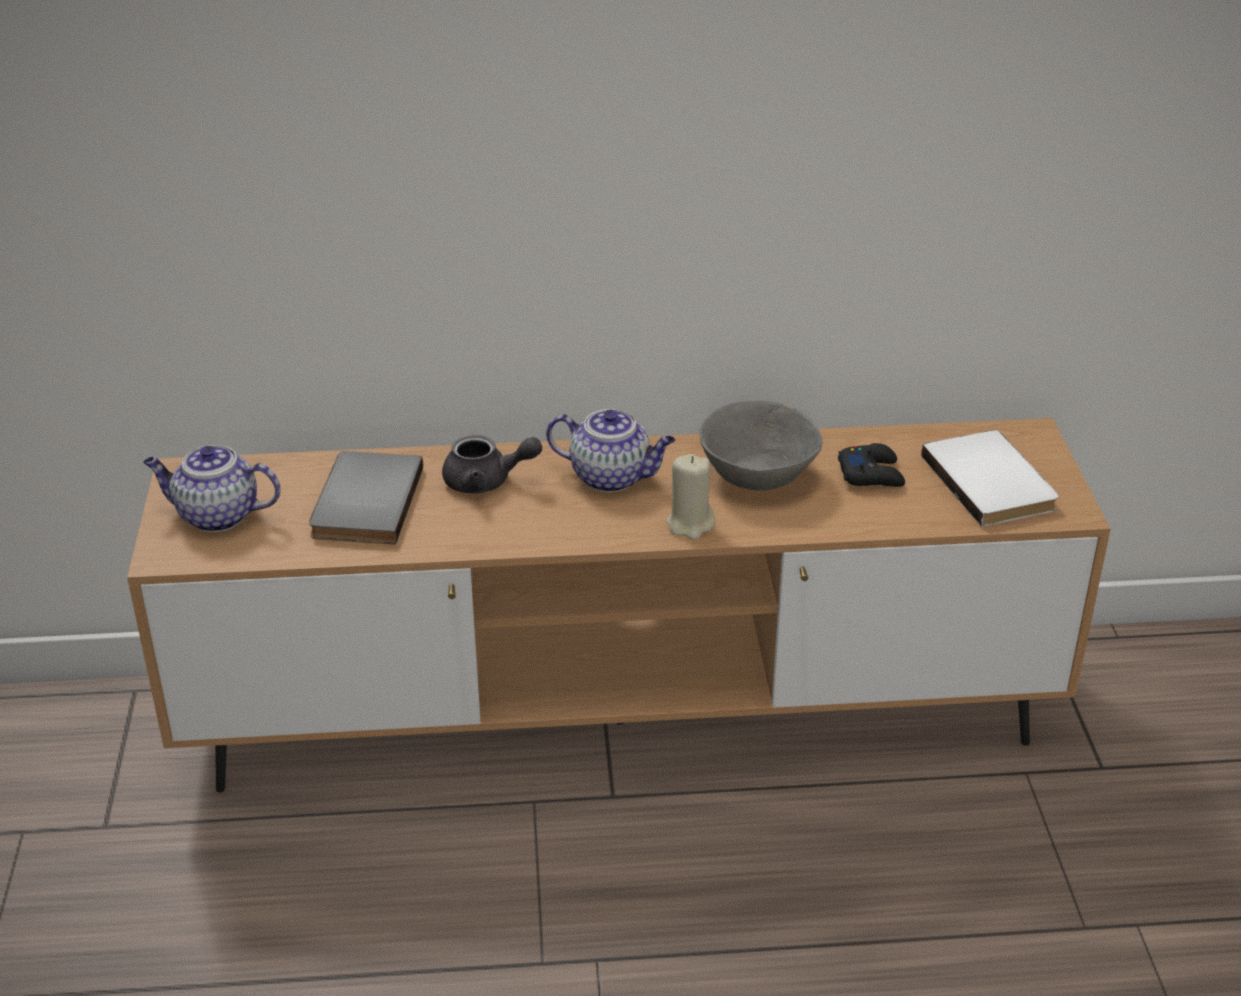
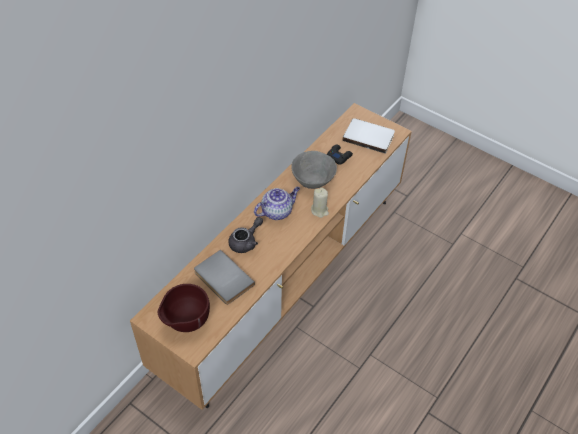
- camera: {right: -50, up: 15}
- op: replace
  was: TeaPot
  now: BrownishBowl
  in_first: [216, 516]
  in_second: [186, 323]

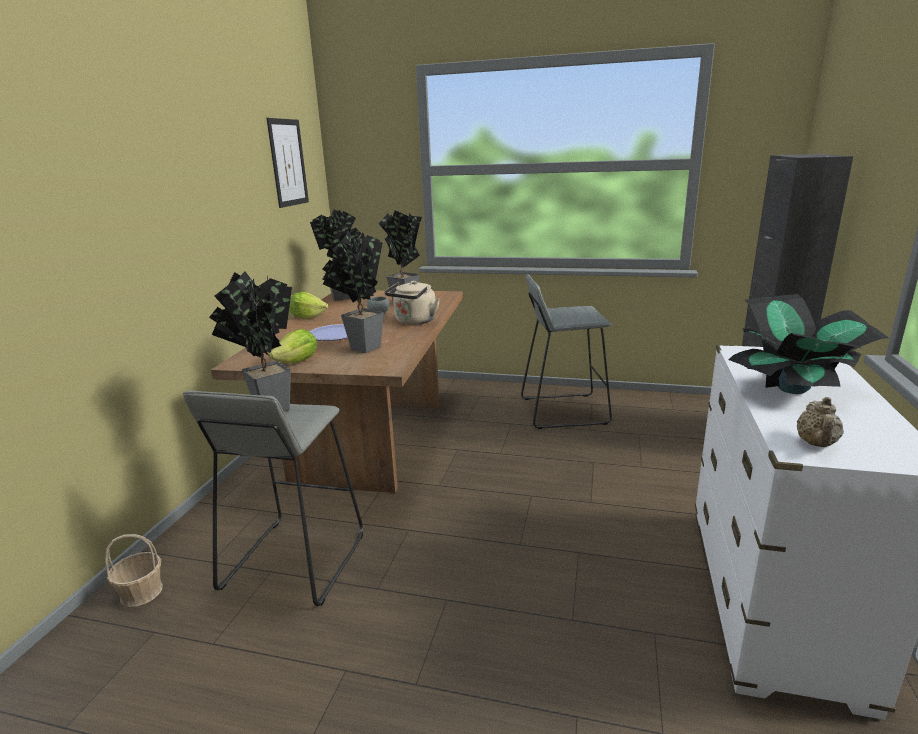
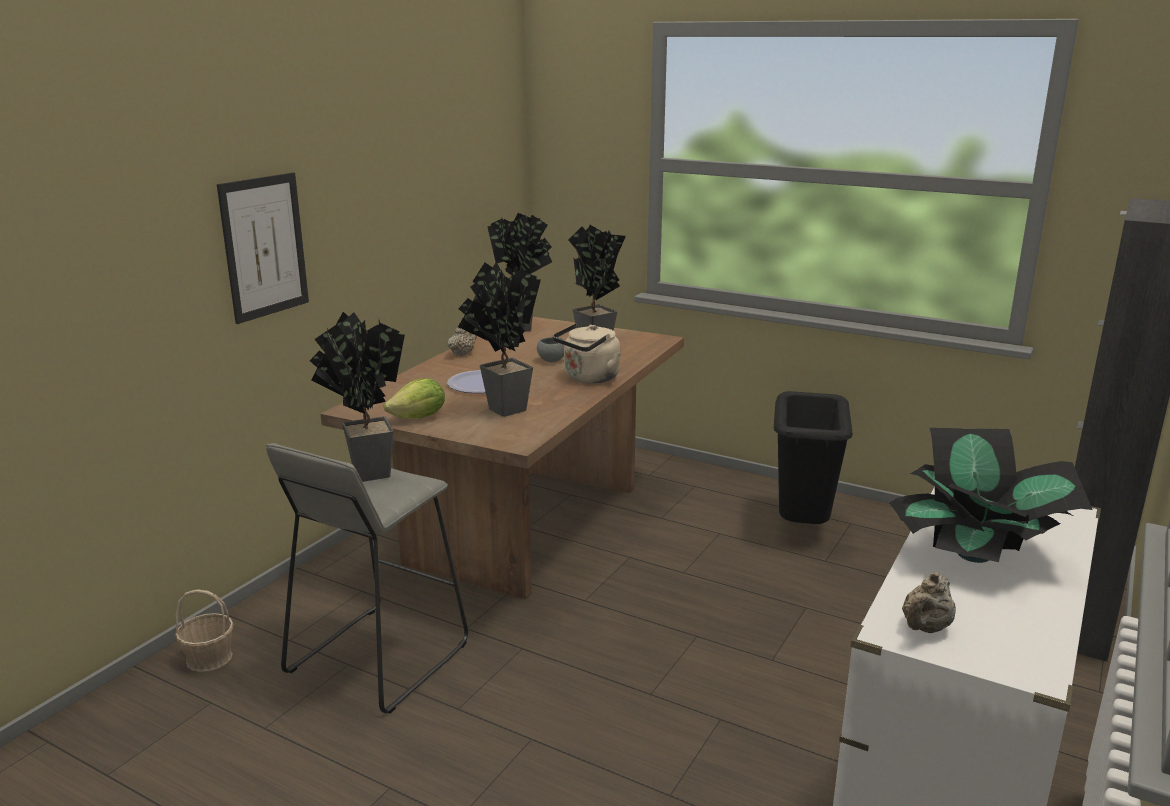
- camera: {right: 15, up: 0}
- op: move
  was: WallPicture
  in_first: [288, 163]
  in_second: [264, 246]
- op: replace
  was: GreySittingStool
  now: BlackTrashCan
  in_first: [562, 410]
  in_second: [802, 527]
- op: replace
  was: LettuceHead
  now: BeigeColouredTeaPot
  in_first: [308, 317]
  in_second: [462, 354]

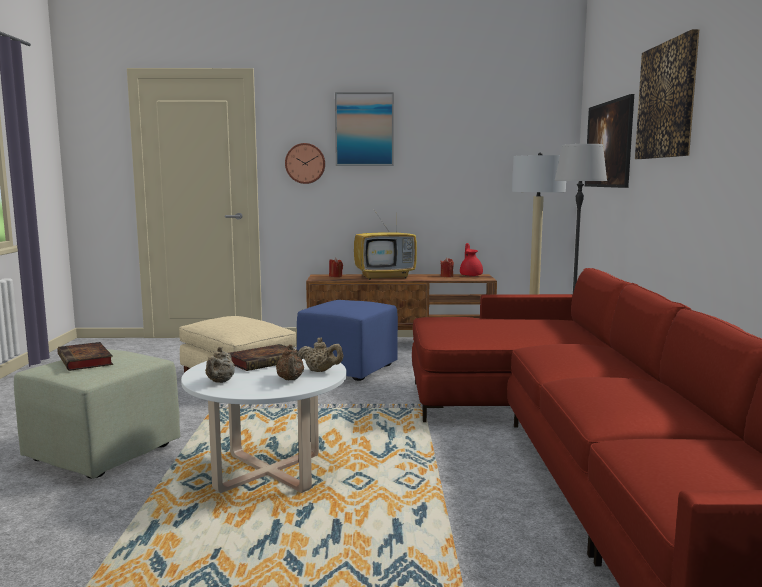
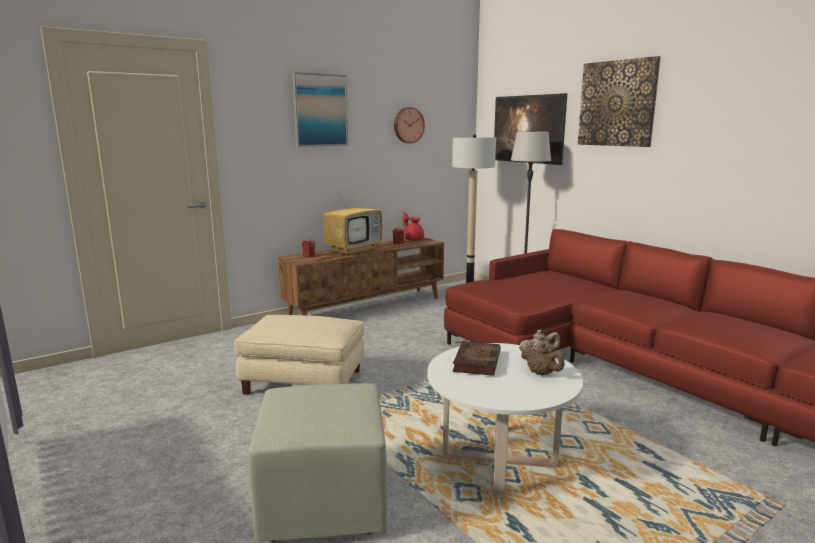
- camera: {right: -35, up: 5}
- op: move
  was: HangingClock
  in_first: [305, 163]
  in_second: [408, 125]
- op: delete
  was: BluishOttoman
  in_first: [348, 369]
- op: delete
  was: Book
  in_first: [86, 361]
- op: delete
  was: BeigeColouredTeaPot
  in_first: [220, 382]

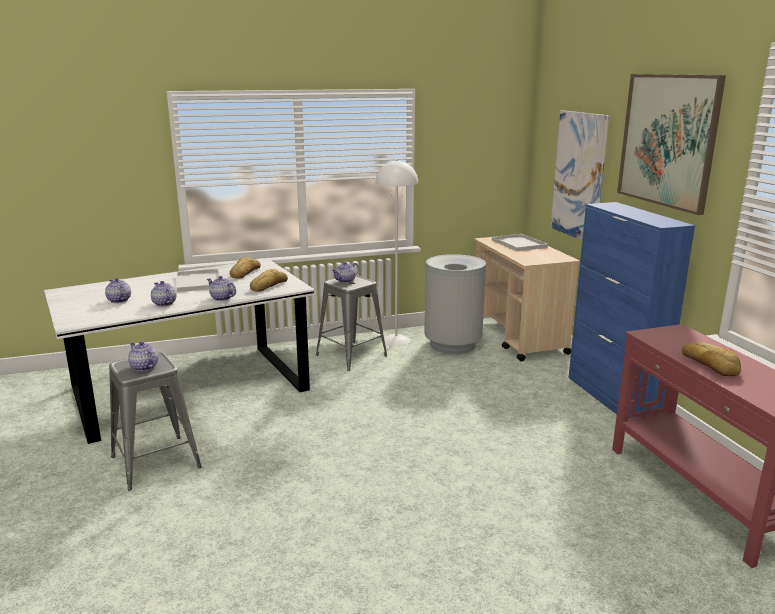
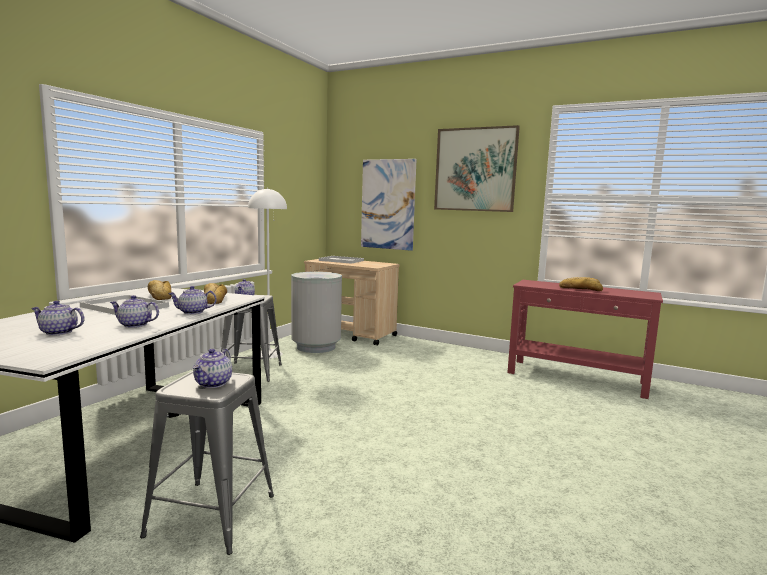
- camera: {right: -45, up: -10}
- op: delete
  was: BluishCabinet
  in_first: [613, 398]
- op: rotate
  was: TeaPot
  in_first: [144, 367]
  in_second: [213, 383]
  clockwise: -75

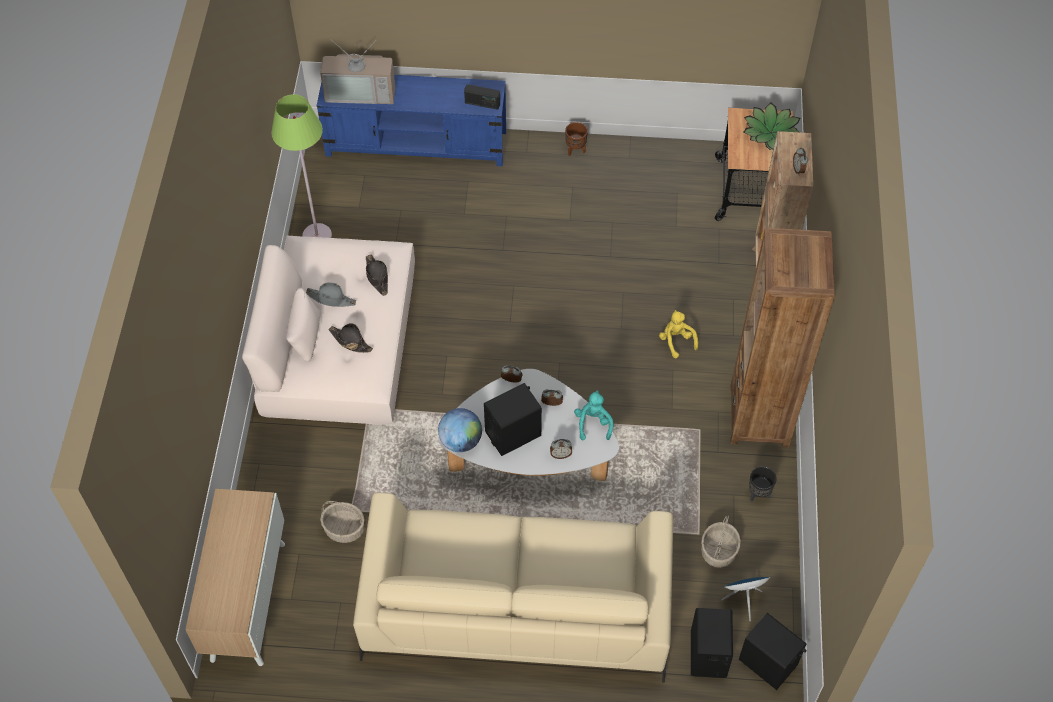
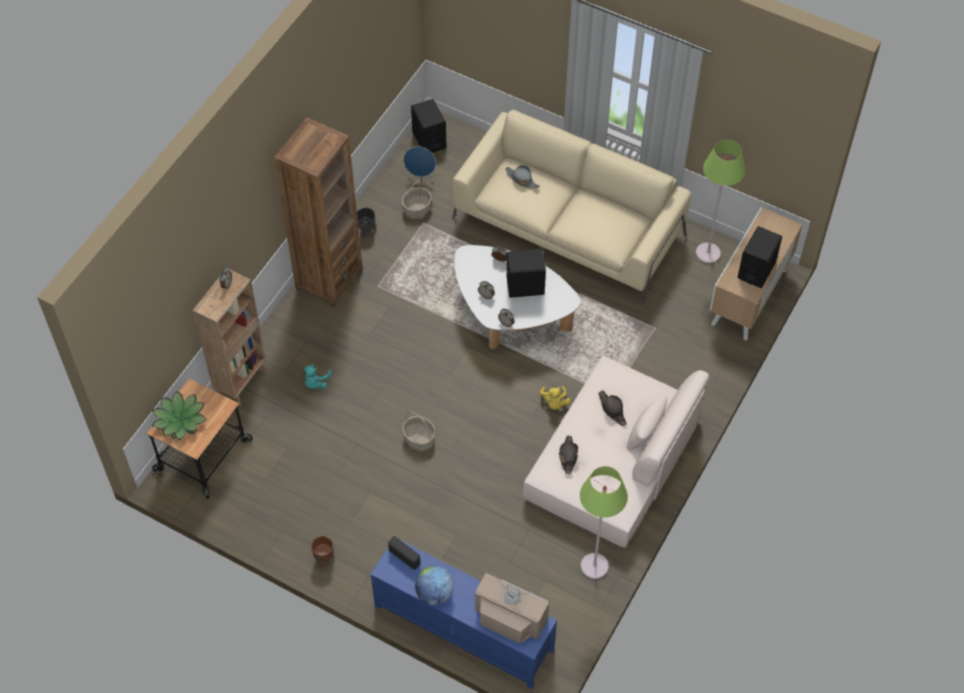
- camera: {right: -155, up: 0}
- op: move
  was: GreyClothingHat
  in_first: [331, 299]
  in_second: [521, 179]
- op: move
  was: YellowishCuddlyToy
  in_first: [676, 341]
  in_second: [554, 402]
- op: move
  was: BlueGreenCuddlyToy
  in_first: [593, 423]
  in_second: [316, 382]
- op: move
  was: DeskGlobe
  in_first: [460, 441]
  in_second: [434, 593]
- op: move
  was: HouseholdBasket
  in_first: [345, 528]
  in_second: [418, 438]
- op: move
  was: BlackAudioSpeaker
  in_first: [708, 655]
  in_second: [756, 270]
- op: insert
  now: GreenishStandardLamp
  in_second: [708, 253]

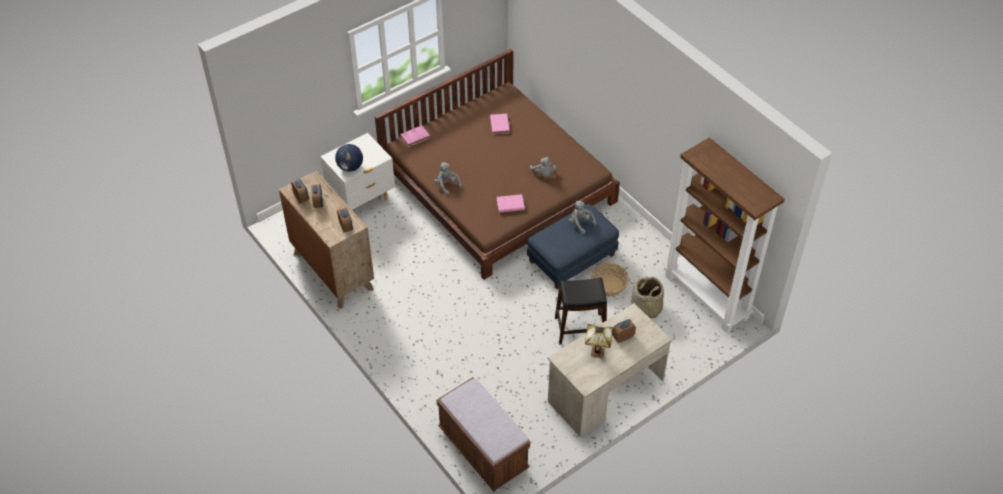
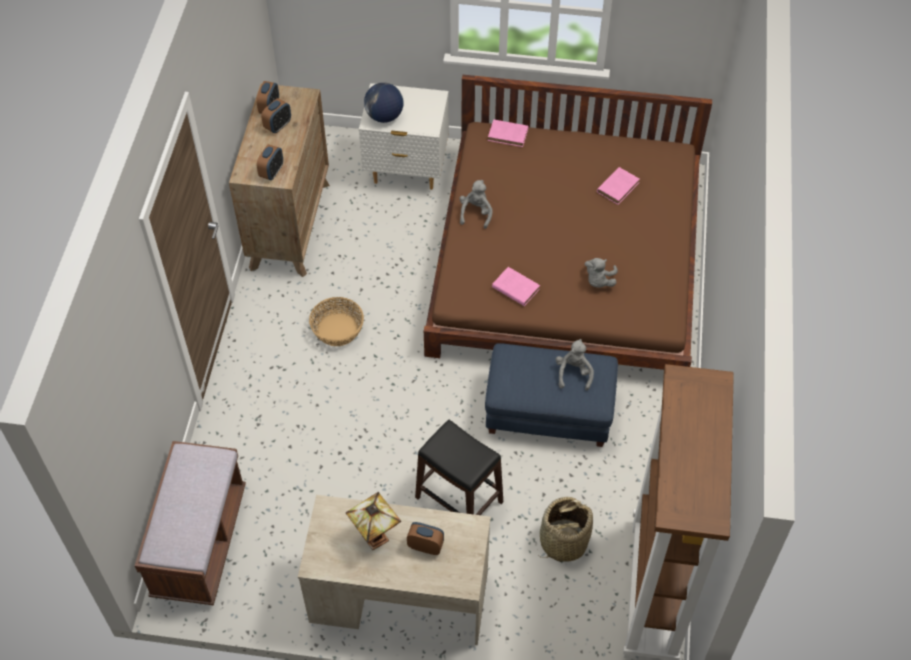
- camera: {right: 45, up: 5}
- op: move
  was: HouseholdBasket
  in_first: [609, 285]
  in_second: [338, 330]

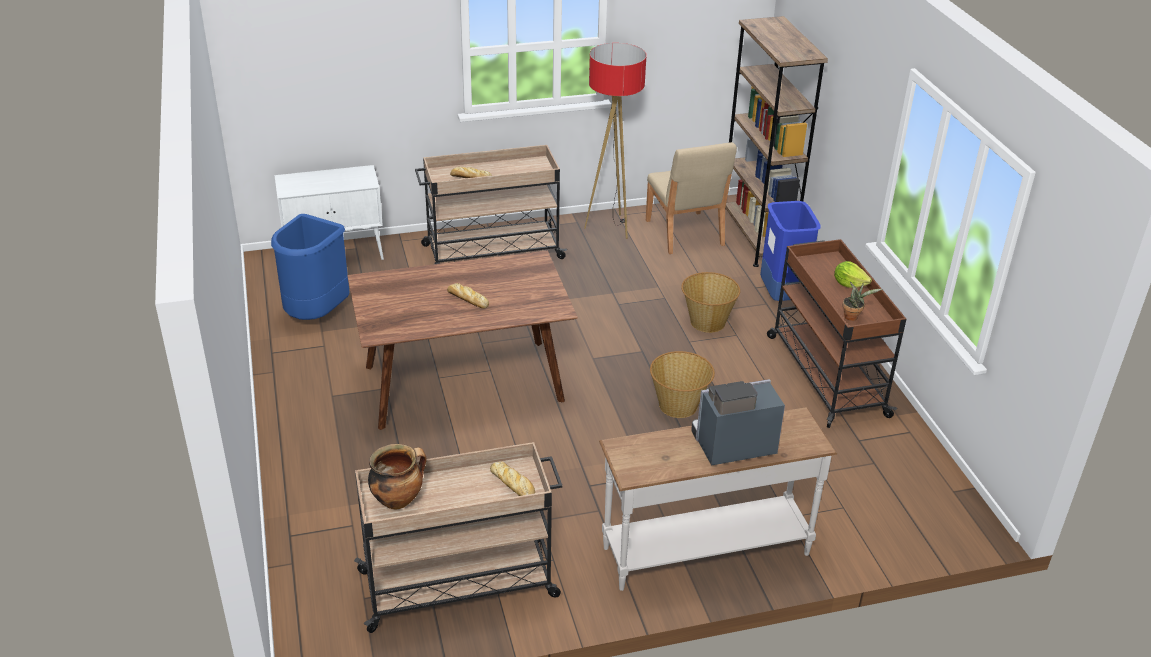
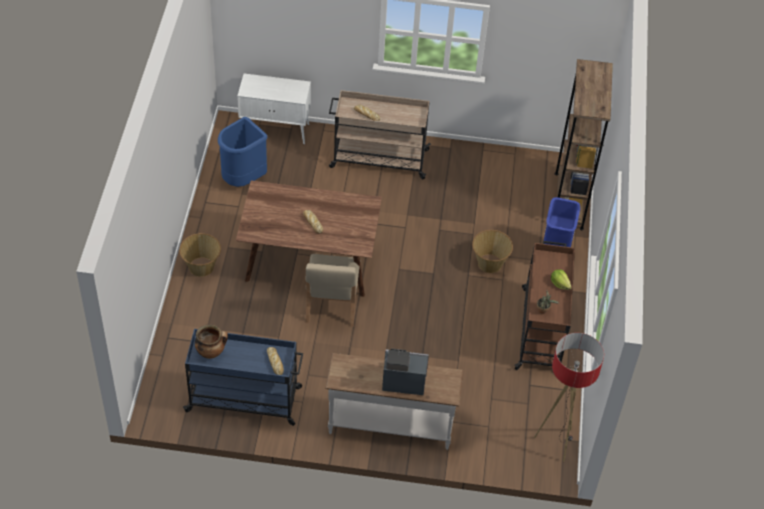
- camera: {right: 20, up: 15}
- op: move
  was: StandardLamp
  in_first: [610, 227]
  in_second: [556, 442]
- op: move
  was: BeigeColouredUprightChair
  in_first: [684, 233]
  in_second: [331, 304]
- op: move
  was: HouseholdBasket
  in_first: [679, 405]
  in_second: [201, 267]
- op: recolor
  was: BeigeColouredCart
  now: BluishCart
  in_first: [460, 584]
  in_second: [245, 399]

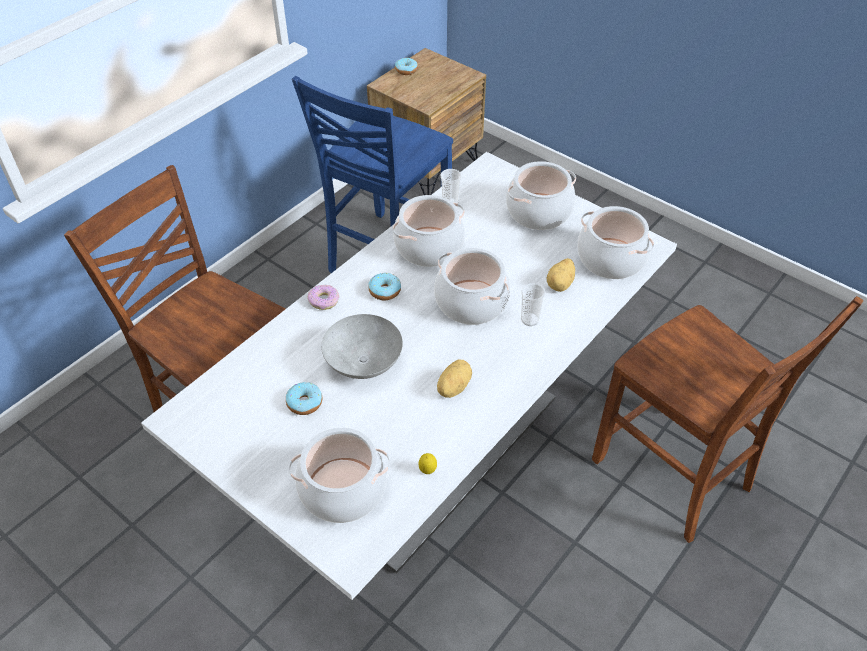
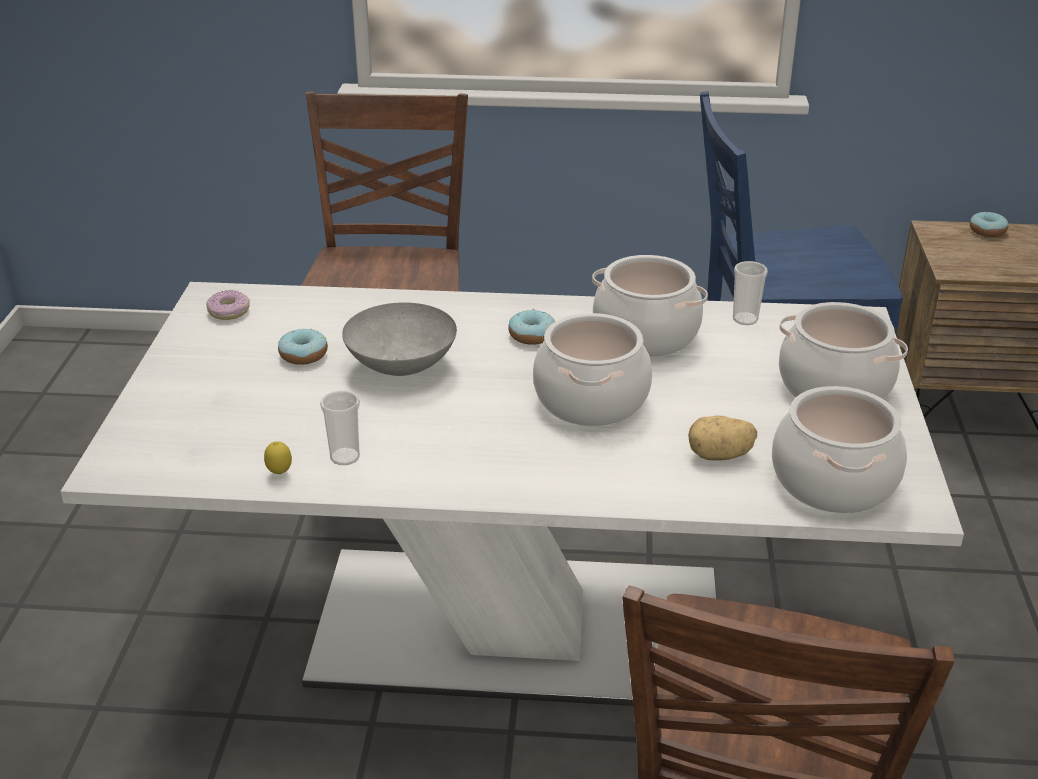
- camera: {right: 55, up: -15}
- op: move
  was: DrinkingCup
  in_first: [530, 320]
  in_second: [345, 457]
- op: move
  was: Donut
  in_first: [324, 300]
  in_second: [229, 311]
- op: delete
  was: Potato
  in_first: [452, 387]
- op: delete
  was: Stockpot
  in_first: [343, 489]

